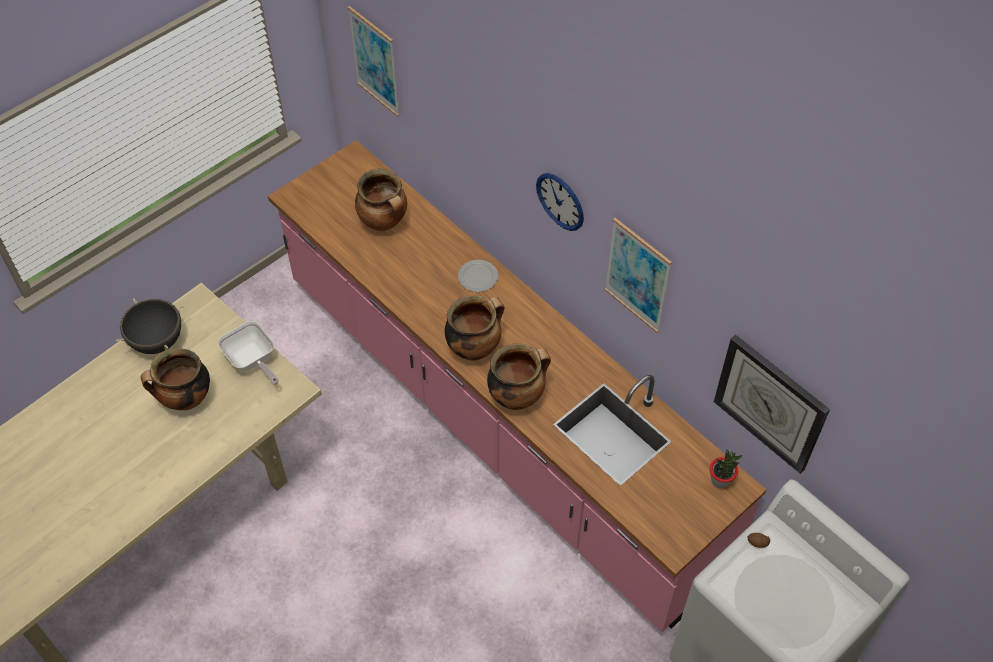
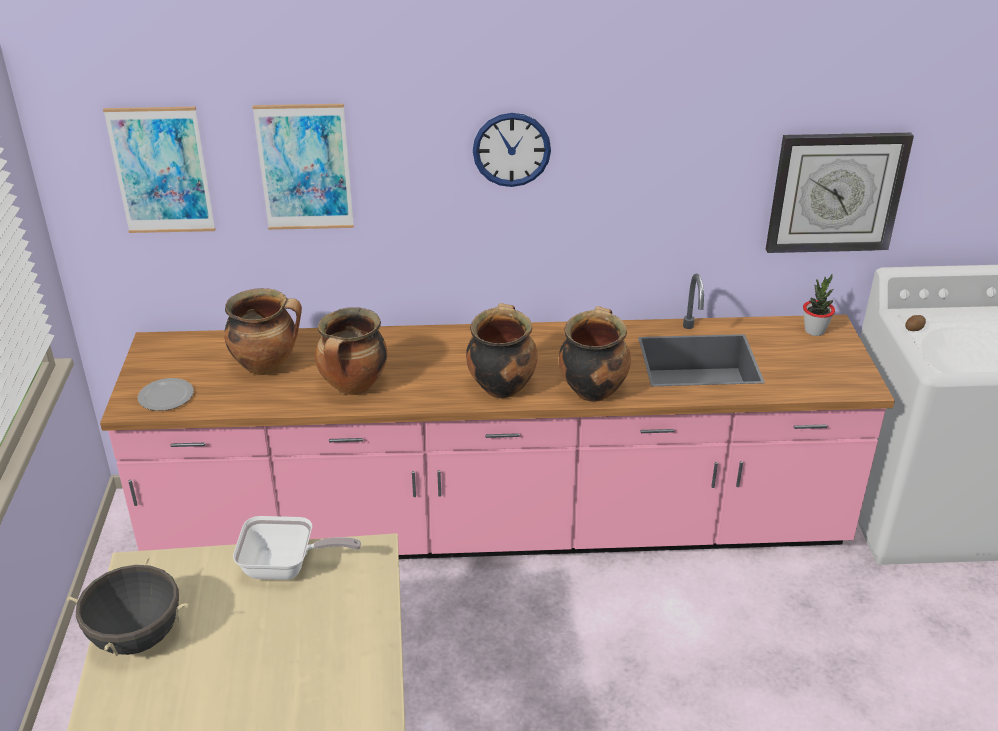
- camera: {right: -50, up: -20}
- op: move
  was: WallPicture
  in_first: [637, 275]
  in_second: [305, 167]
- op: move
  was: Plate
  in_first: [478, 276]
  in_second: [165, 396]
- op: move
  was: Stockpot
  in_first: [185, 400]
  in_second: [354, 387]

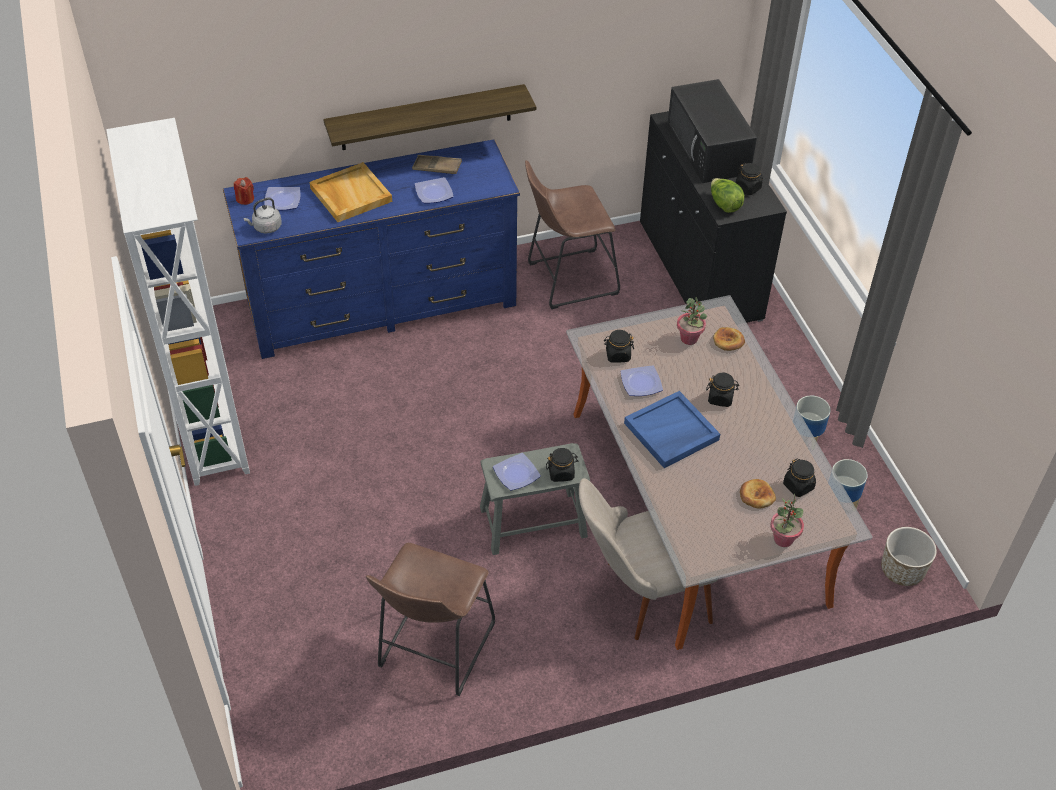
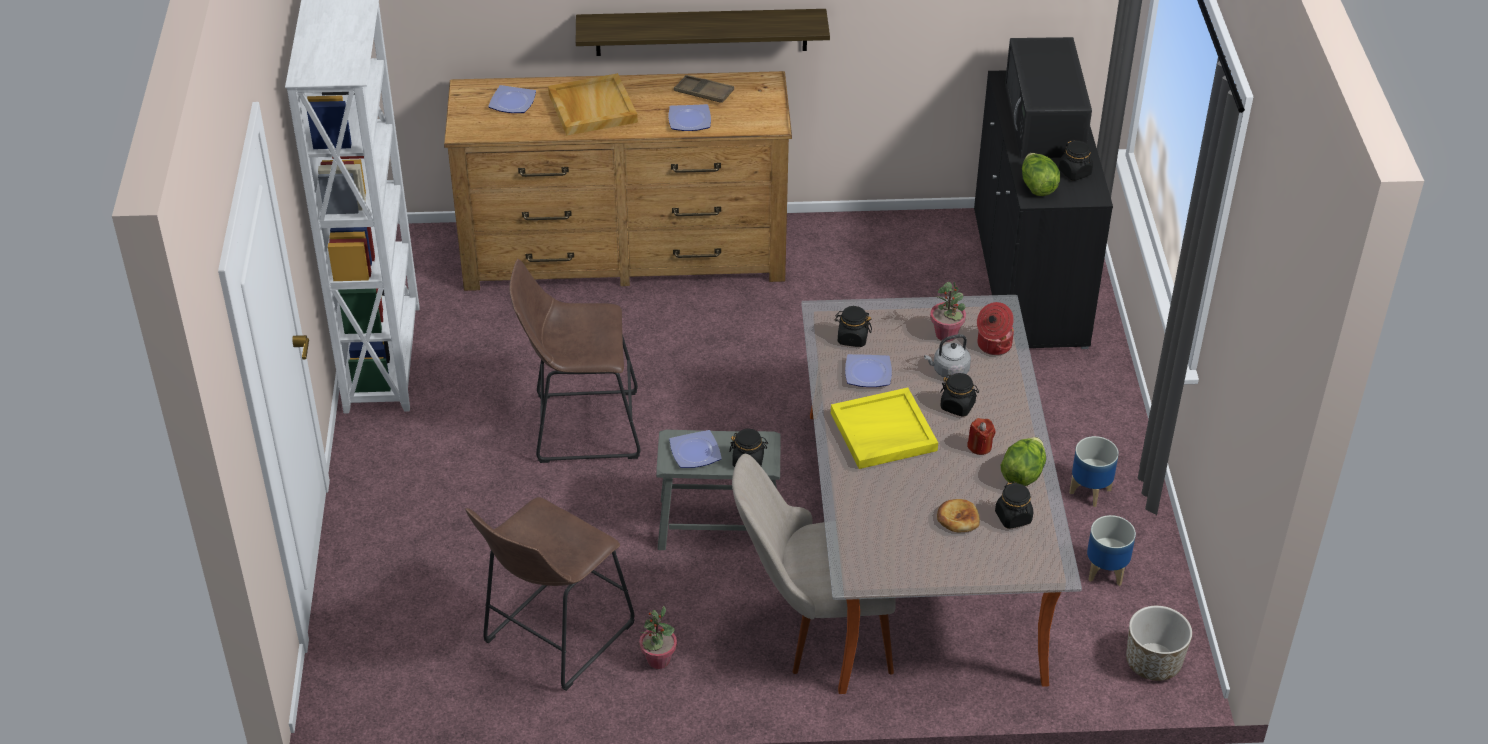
- camera: {right: 15, up: -5}
- op: recolor
  was: BluishDresser
  now: BrownishDresser
  in_first: [382, 304]
  in_second: [624, 253]
- op: move
  was: BrownishSittingStool
  in_first: [567, 279]
  in_second: [580, 426]
- op: move
  was: RedColouredCandle
  in_first: [245, 199]
  in_second: [979, 446]
- op: move
  was: GreyWaterKettle
  in_first: [266, 227]
  in_second: [948, 371]
- op: replace
  was: BakeryBread
  now: Stockpot
  in_first: [728, 341]
  in_second: [993, 345]
- op: recolor
  was: BluishTray
  now: YellowishTray
  in_first: [671, 432]
  in_second: [883, 432]
- op: move
  was: Houseplant
  in_first: [783, 539]
  in_second: [658, 660]
- op: insert
  now: LettuceHead
  in_second: [1022, 474]

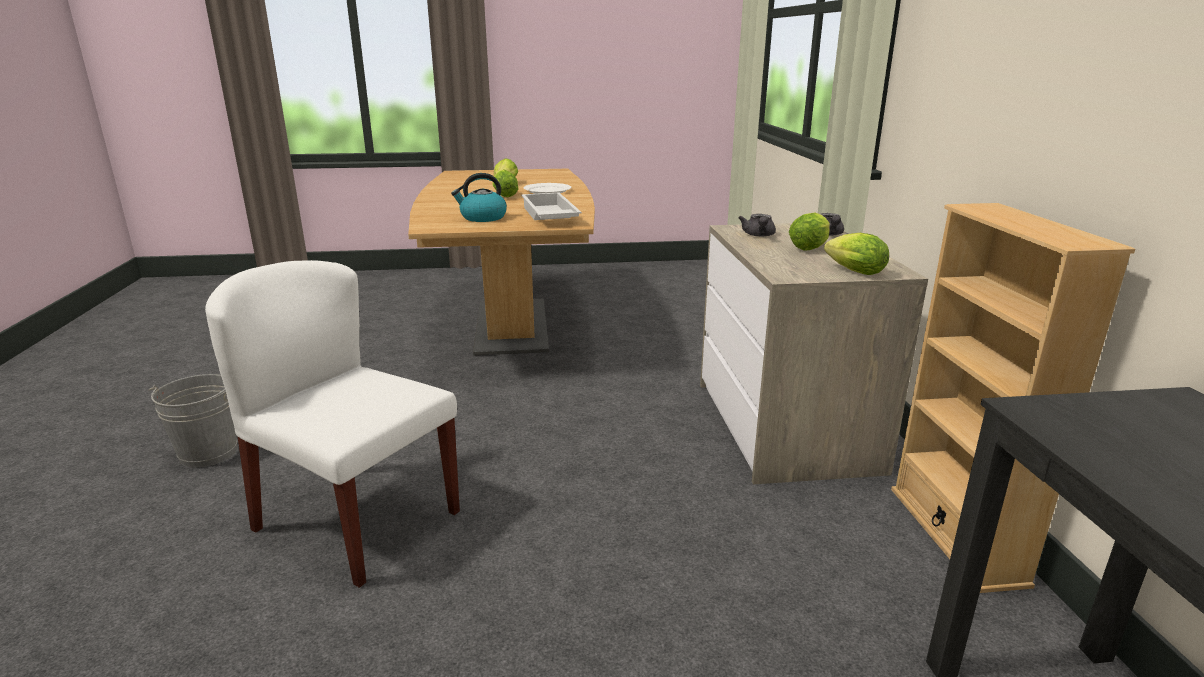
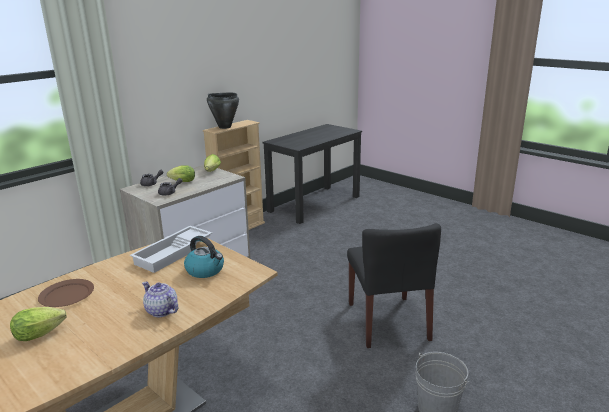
- camera: {right: -130, up: 0}
- op: delete
  was: LettuceHead
  in_first: [504, 195]
- op: recolor
  was: WhitePlate
  now: BrownishPlate
  in_first: [547, 190]
  in_second: [66, 295]
- op: recolor
  was: WhiteUprightChair
  now: BlackUprightChair
  in_first: [356, 520]
  in_second: [388, 321]
- op: insert
  now: BlackStockpot
  in_second: [224, 127]
- op: insert
  now: TeaPot
  in_second: [161, 311]

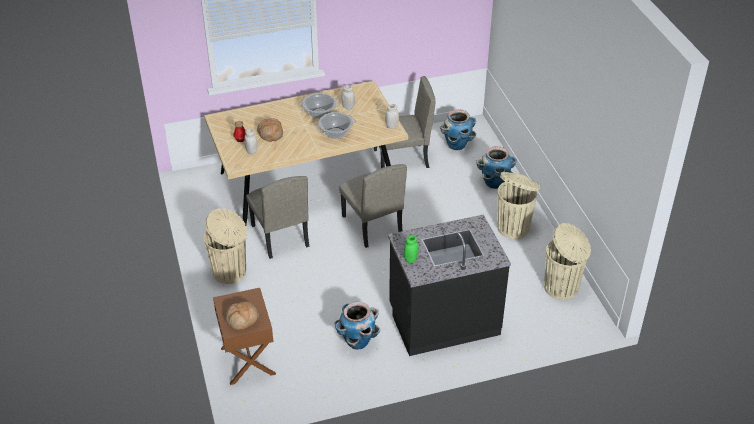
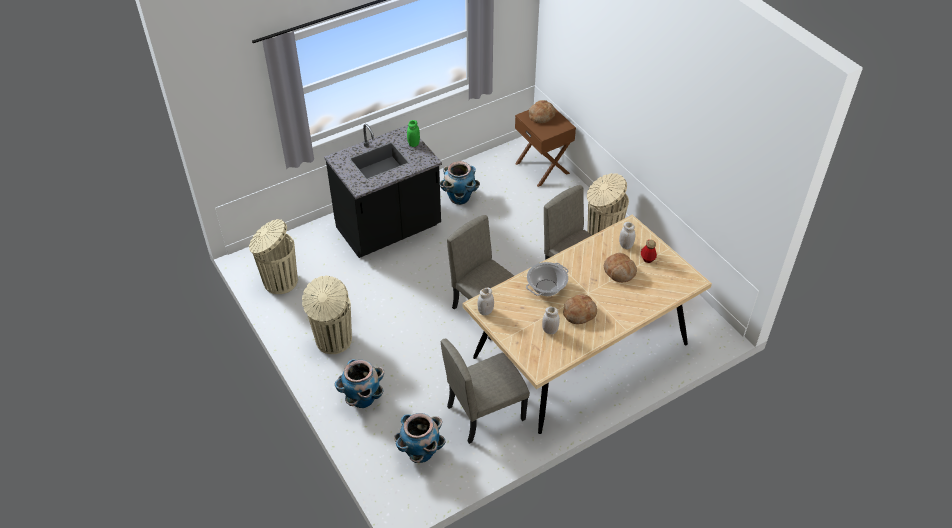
- camera: {right: 165, up: 5}
- op: replace
  was: Stockpot
  now: BakeryBread
  in_first: [319, 113]
  in_second: [579, 313]

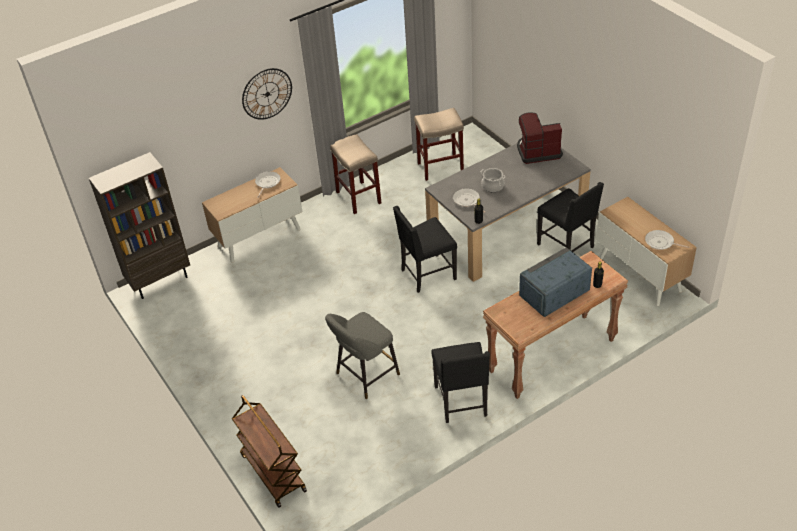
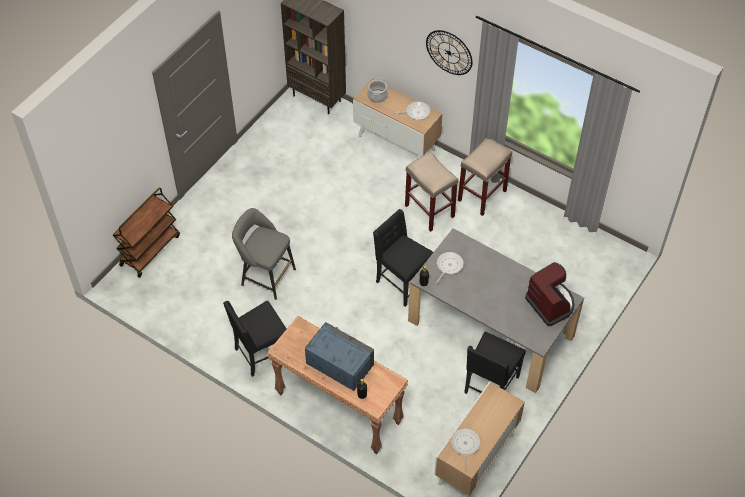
- camera: {right: 65, up: 10}
- op: move
  was: BeigeColouredSittingStool
  in_first: [440, 168]
  in_second: [429, 211]
- op: move
  was: Stockpot
  in_first: [493, 186]
  in_second: [377, 96]

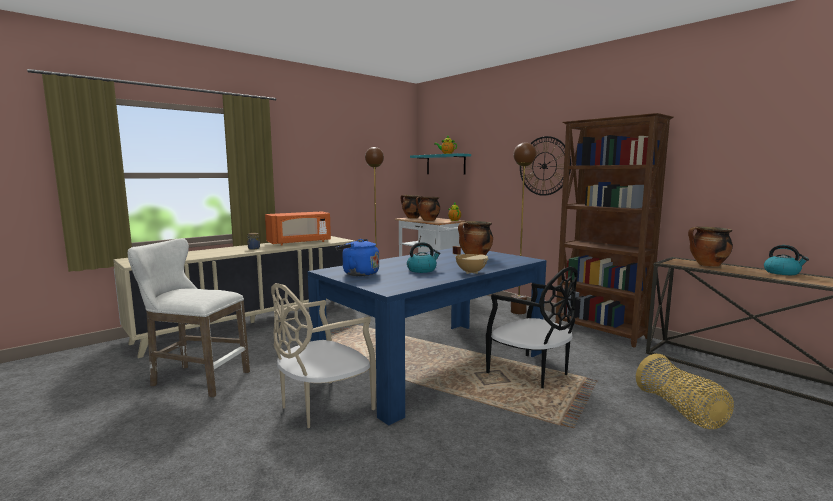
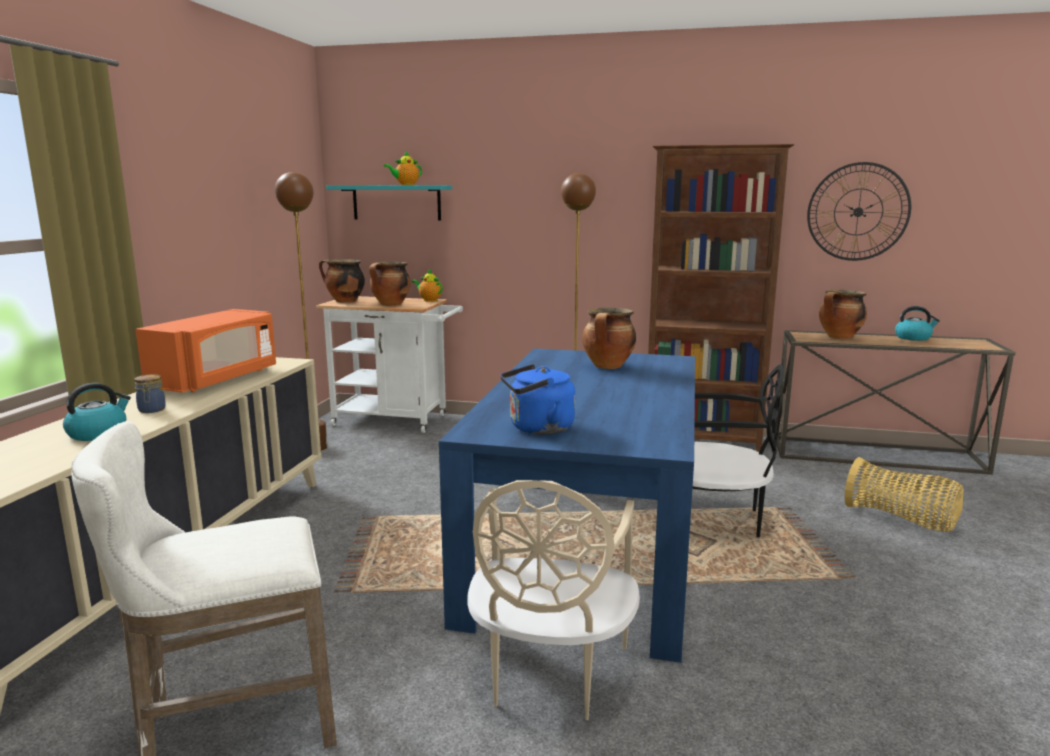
- camera: {right: -35, up: 5}
- op: move
  was: HangingClock
  in_first: [544, 166]
  in_second: [858, 212]
- op: move
  was: WaterKettle
  in_first: [422, 270]
  in_second: [98, 433]
- op: delete
  was: BeigeColouredStockpot
  in_first: [471, 272]

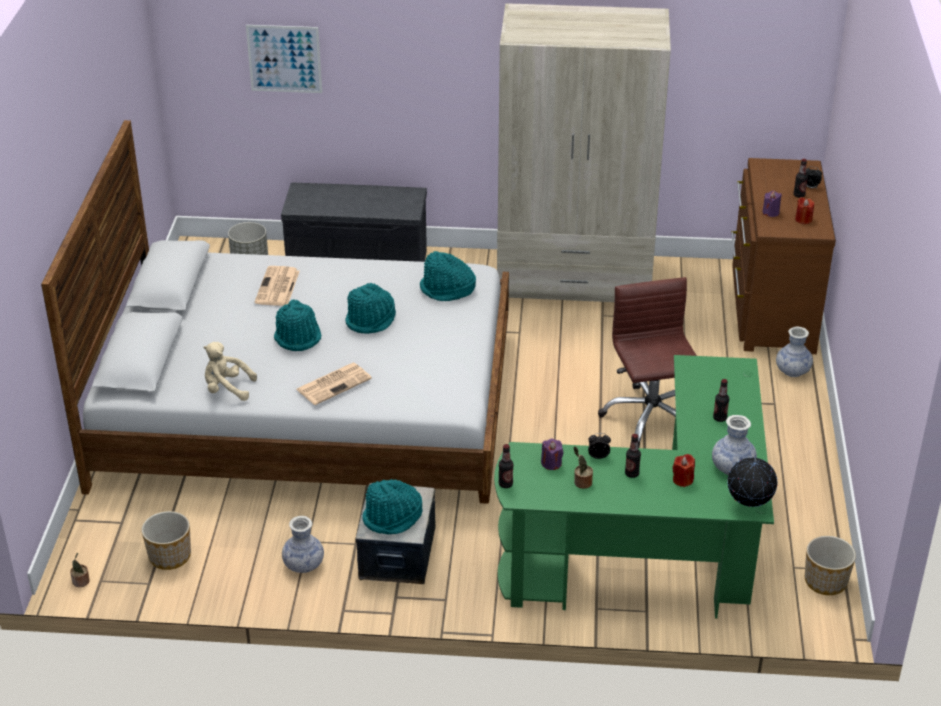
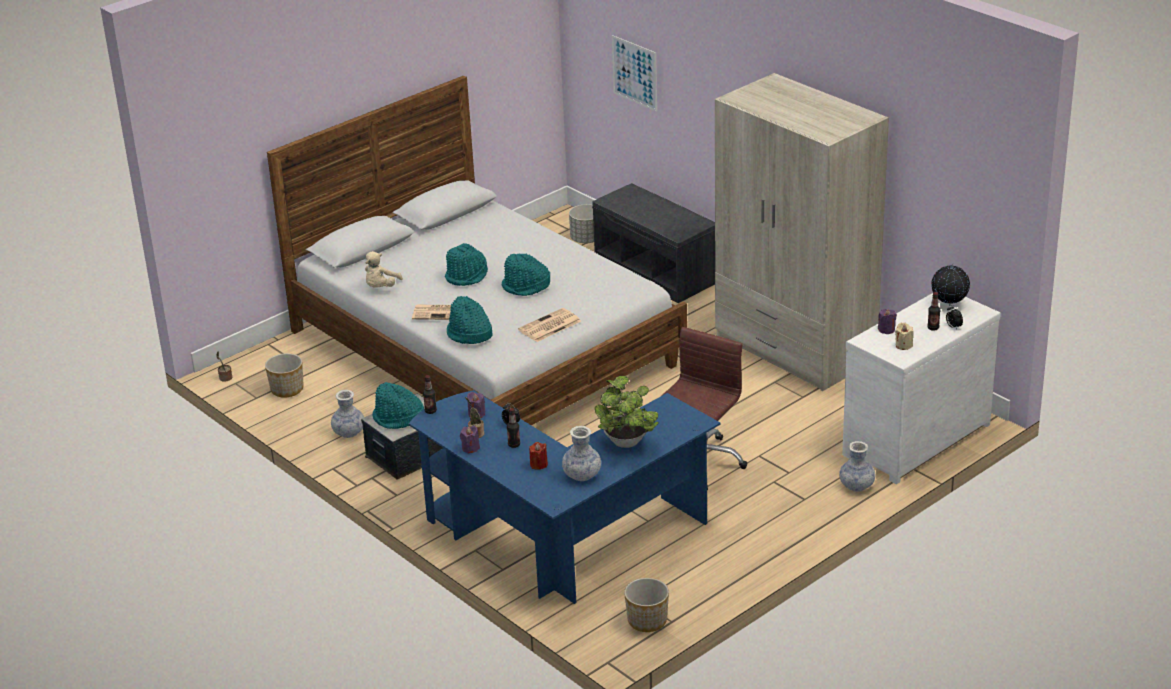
- camera: {right: 45, up: -5}
- op: recolor
  was: BrownishDresser
  now: WhiteDresser
  in_first: [770, 310]
  in_second: [912, 438]
- op: recolor
  was: RedColouredCandle
  now: BeigeColouredCandle
  in_first: [803, 219]
  in_second: [903, 345]
- op: move
  was: BlueGreenClothingHat
  in_first: [447, 290]
  in_second: [469, 334]
- op: move
  was: PrintedPaper
  in_first: [277, 287]
  in_second: [549, 326]
- op: rotate
  was: BeigeColouredCuddlyToy
  in_first: [227, 389]
  in_second: [381, 287]
  clockwise: -120
- op: recolor
  was: GreenishDesk
  now: BluishDesk
  in_first: [653, 555]
  in_second: [560, 542]
- op: replace
  was: DrinkBottle
  now: Houseplant
  in_first: [719, 418]
  in_second: [627, 443]
- op: move
  was: DeskGlobe
  in_first: [749, 505]
  in_second: [948, 305]
- op: insert
  now: PurplishCandle
  in_second: [470, 448]

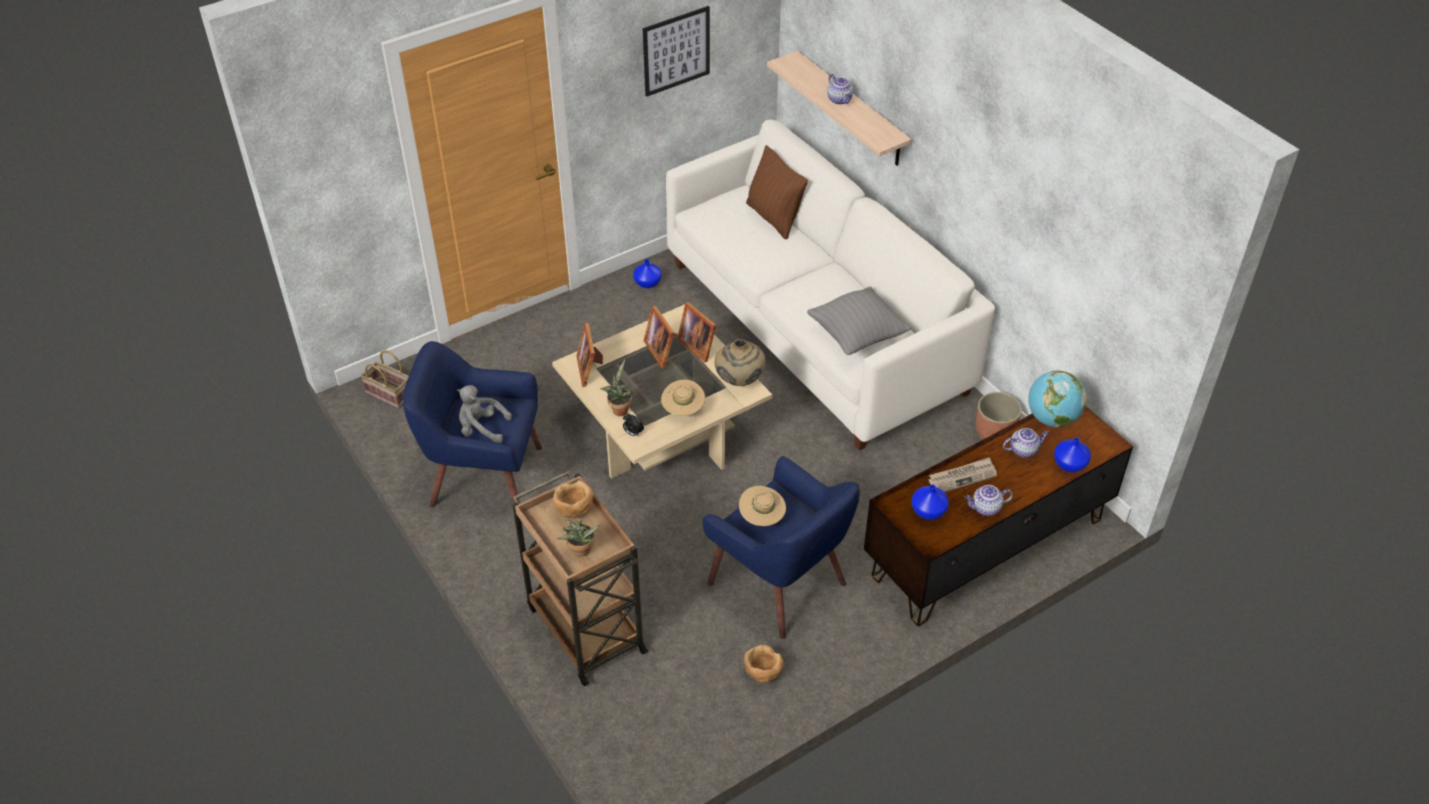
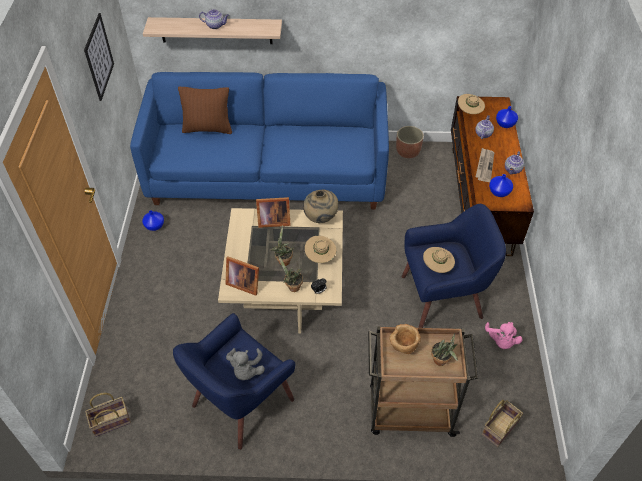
- camera: {right: -55, up: 5}
- op: recolor
  was: WhiteSettee
  now: BluishSettee
  in_first: [815, 326]
  in_second: [268, 173]
- op: delete
  was: GreyThrowPillow
  in_first: [857, 336]
- op: delete
  was: PictureFrame
  in_first: [661, 350]
- op: replace
  was: DeskGlobe
  now: BeigeColouredClothingHat
  in_first: [1051, 419]
  in_second: [469, 112]
- op: rotate
  was: GreyCuddlyToy
  in_first: [482, 429]
  in_second: [246, 370]
  clockwise: -45
- op: replace
  was: BrownishBowl
  now: PinkColouredCuddlyToy
  in_first: [762, 674]
  in_second: [501, 341]
- op: insert
  now: Houseplant
  in_second: [283, 260]
- op: insert
  now: HouseholdBasket
  in_second: [499, 427]

